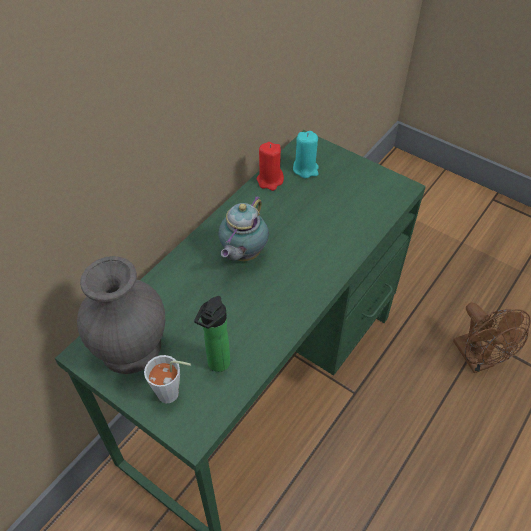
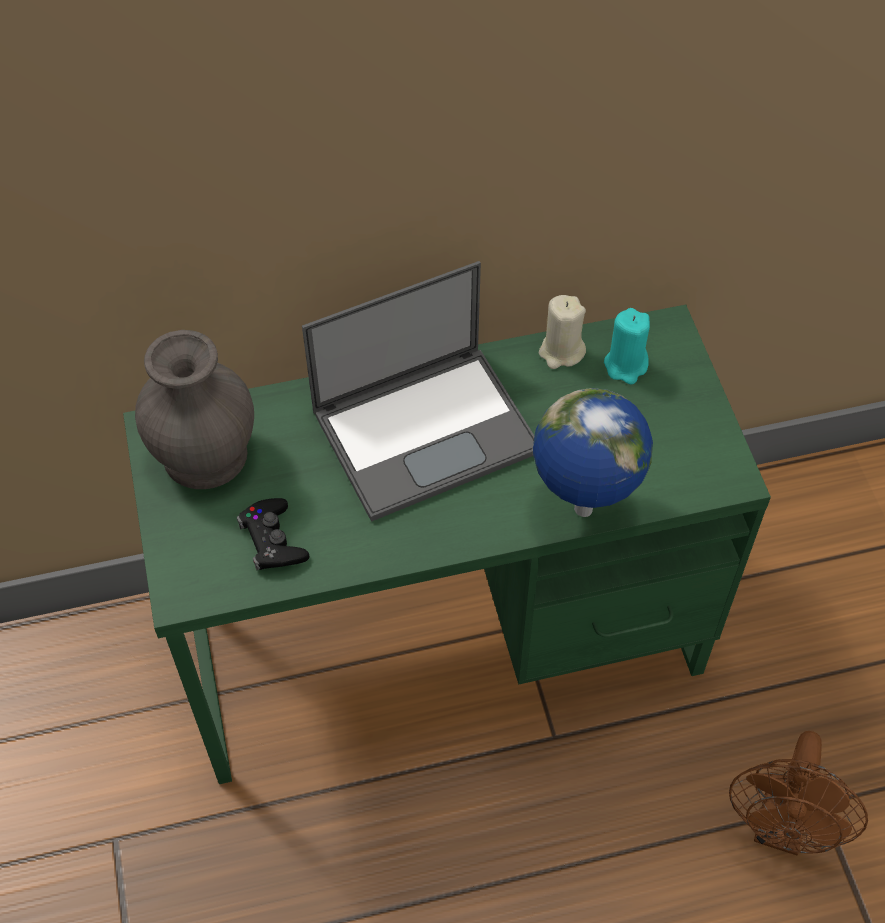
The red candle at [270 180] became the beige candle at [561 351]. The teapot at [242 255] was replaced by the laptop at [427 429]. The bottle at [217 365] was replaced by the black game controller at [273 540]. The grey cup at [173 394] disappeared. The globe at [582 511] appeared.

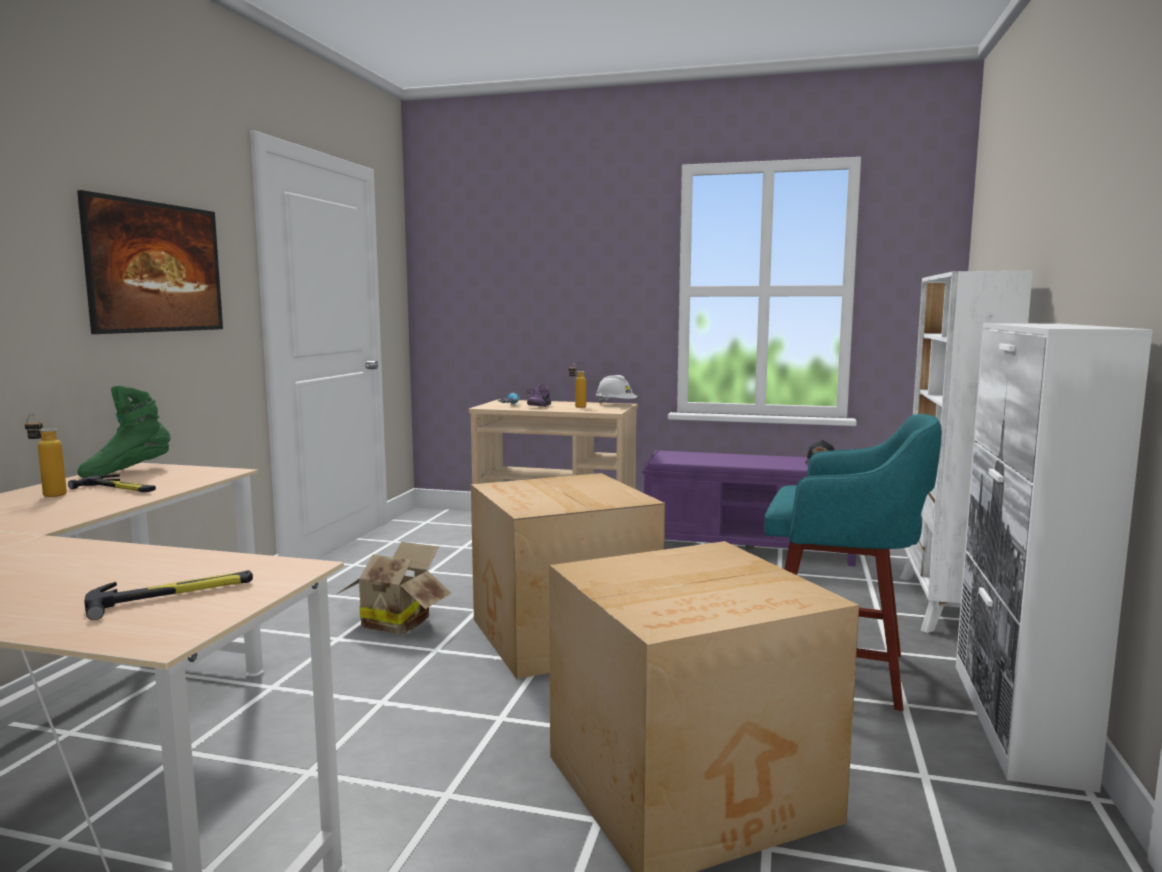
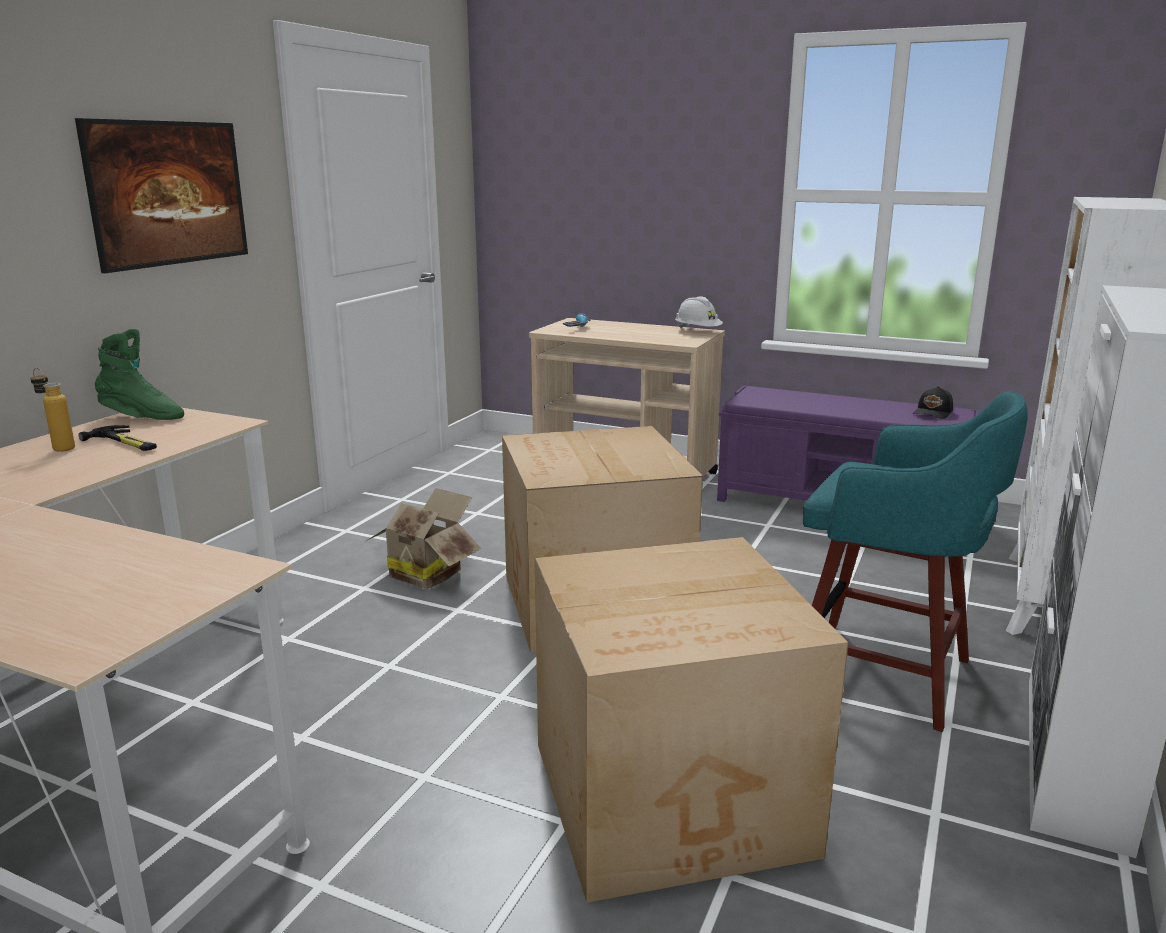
The bottle at [576 407] disappeared. The purple shoe at [537 406] disappeared. The green boot at [126 471] turned 135 degrees counterclockwise. The hammer at [173 595] disappeared.

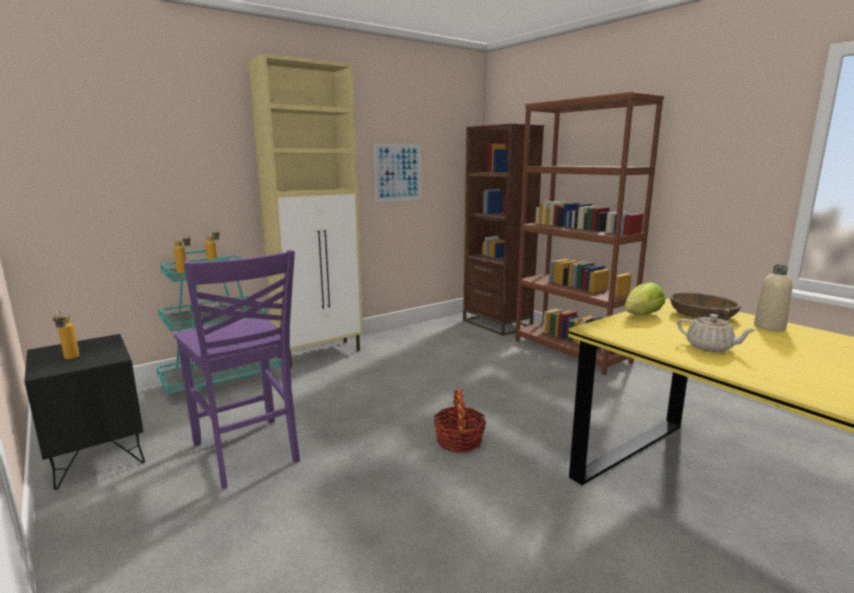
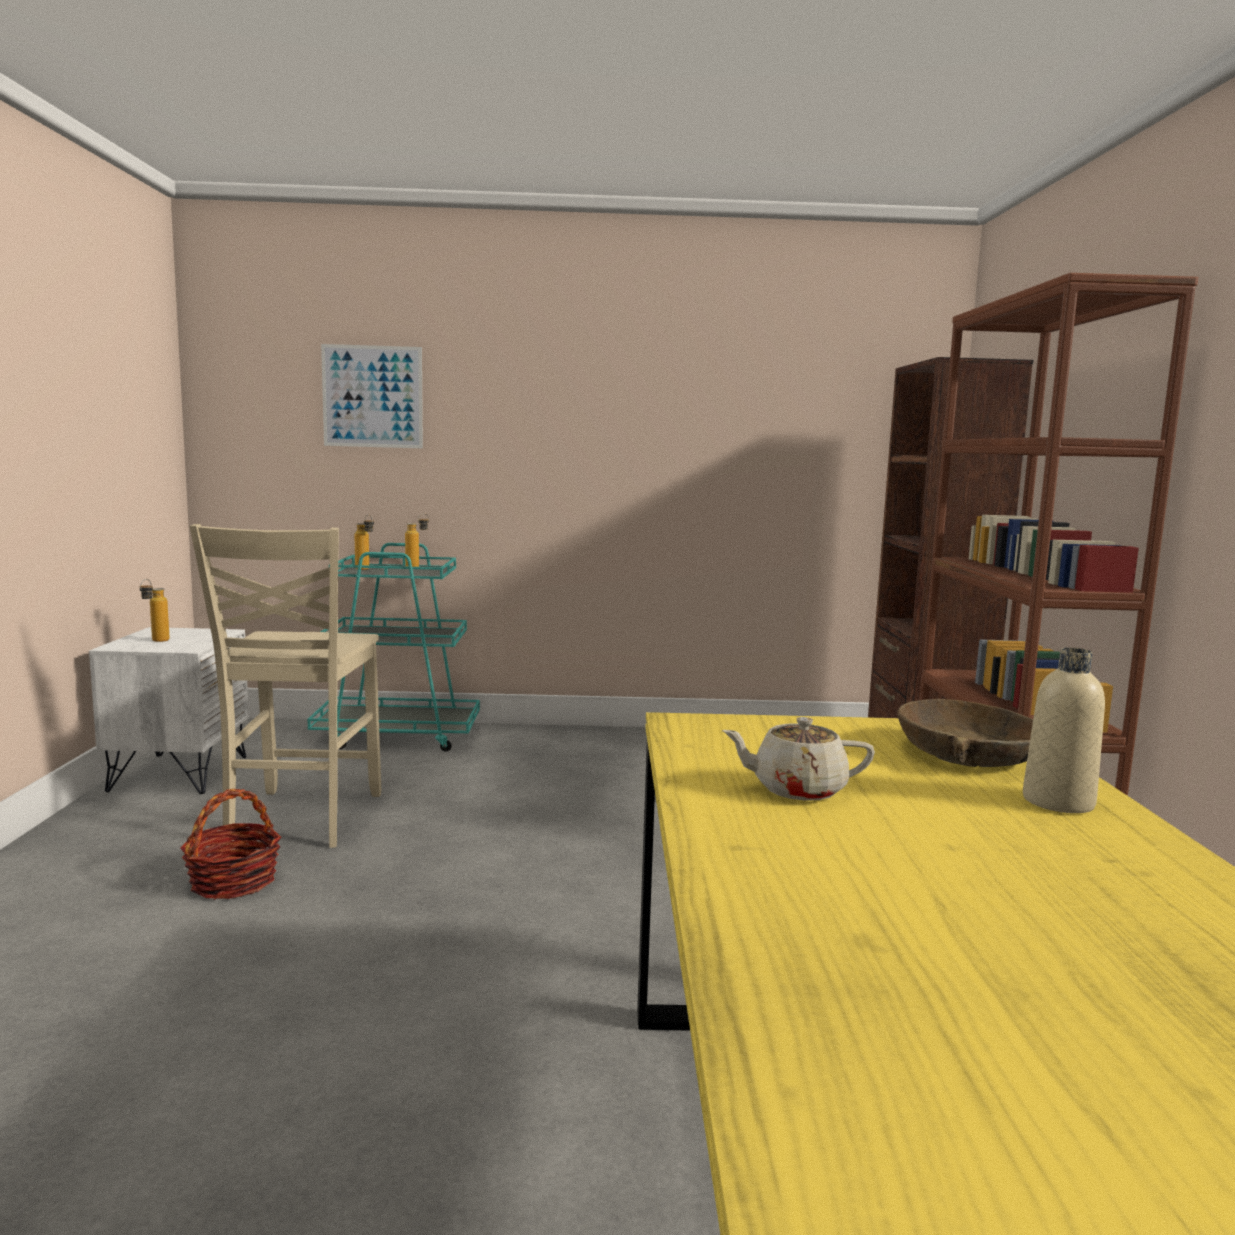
The beige cabinet at [320 353] disappeared. The picture moved from [398 172] to [372 396]. The purple chair at [247 453] became the beige chair at [301 819]. The lettuce at [642 315] disappeared. The beige teapot at [710 347] turned 105 degrees clockwise. The black nightstand at [96 455] became the white nightstand at [178 774]. The basket moved from [459 441] to [233 882].

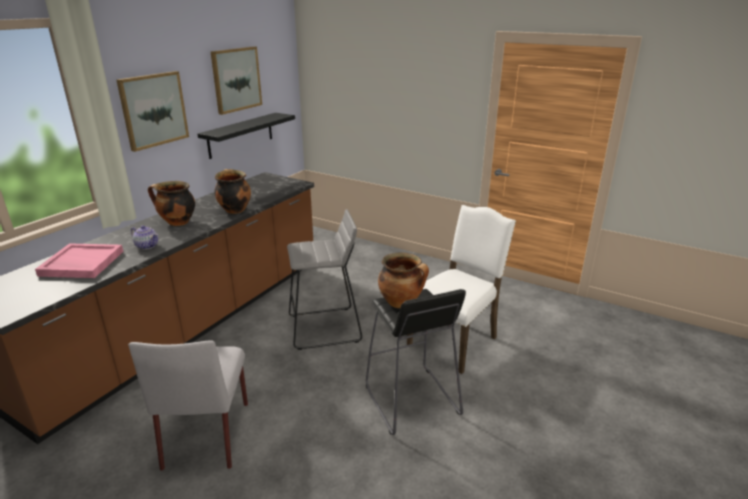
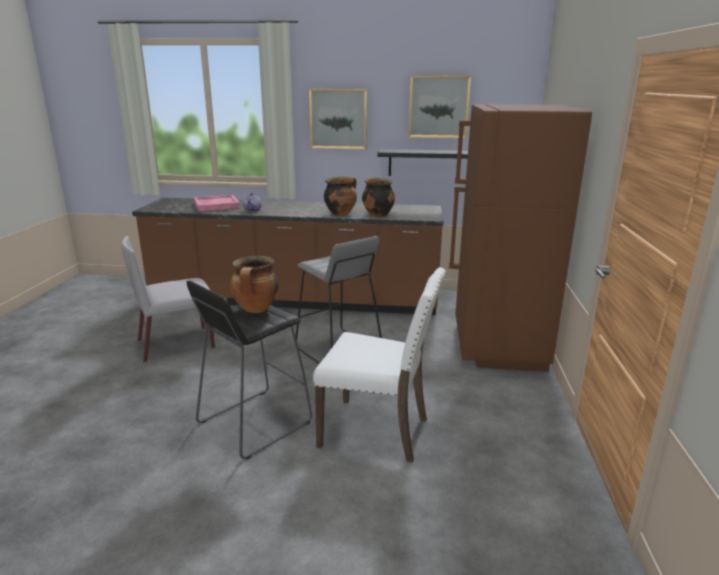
The cooking pot moved from [177 223] to [377 215]. The brown fridge at [497 346] appeared.

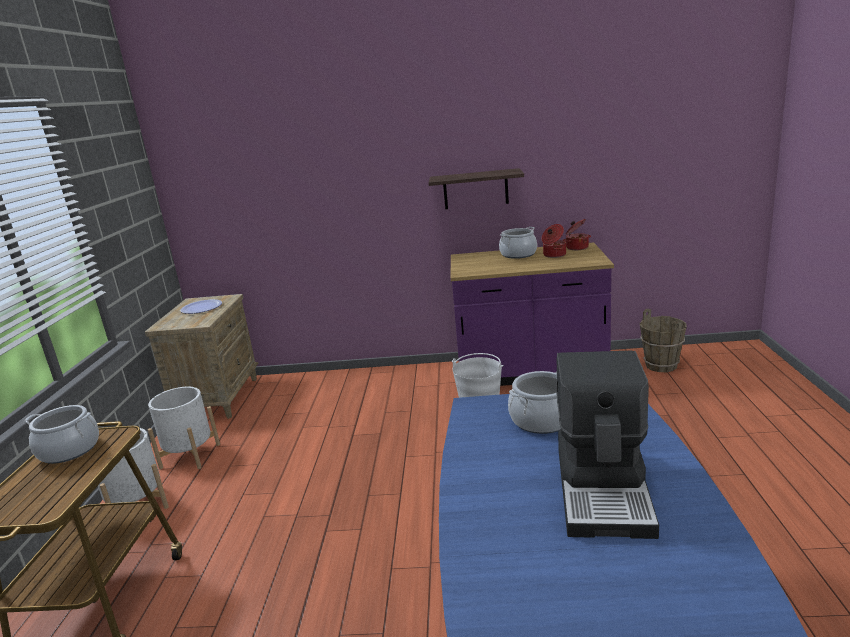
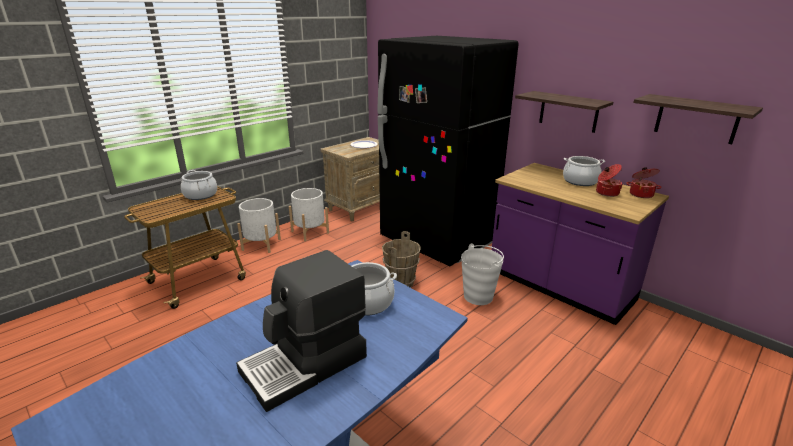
The brown bucket moved from [661 365] to [401 282]. The black fridge at [437 241] appeared. The shelf at [696 119] appeared.

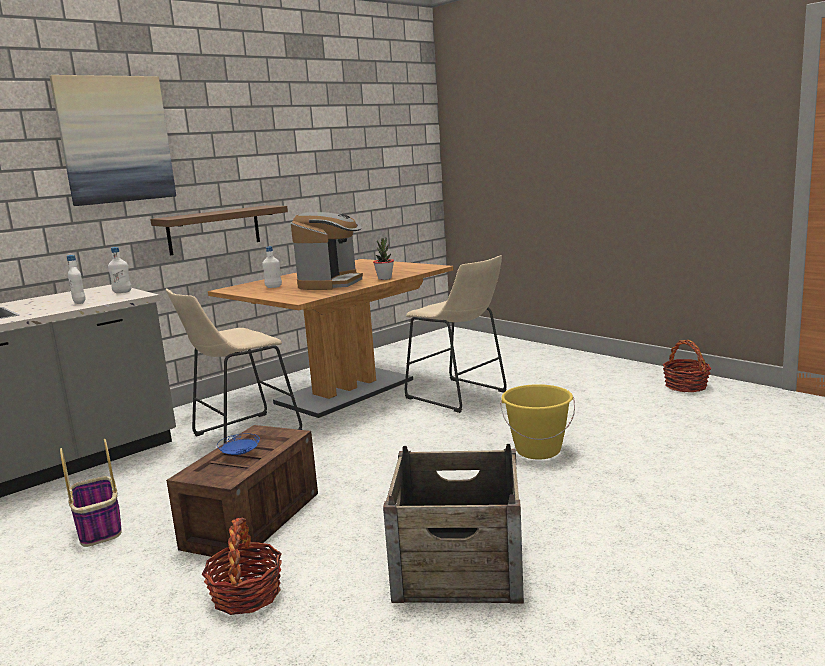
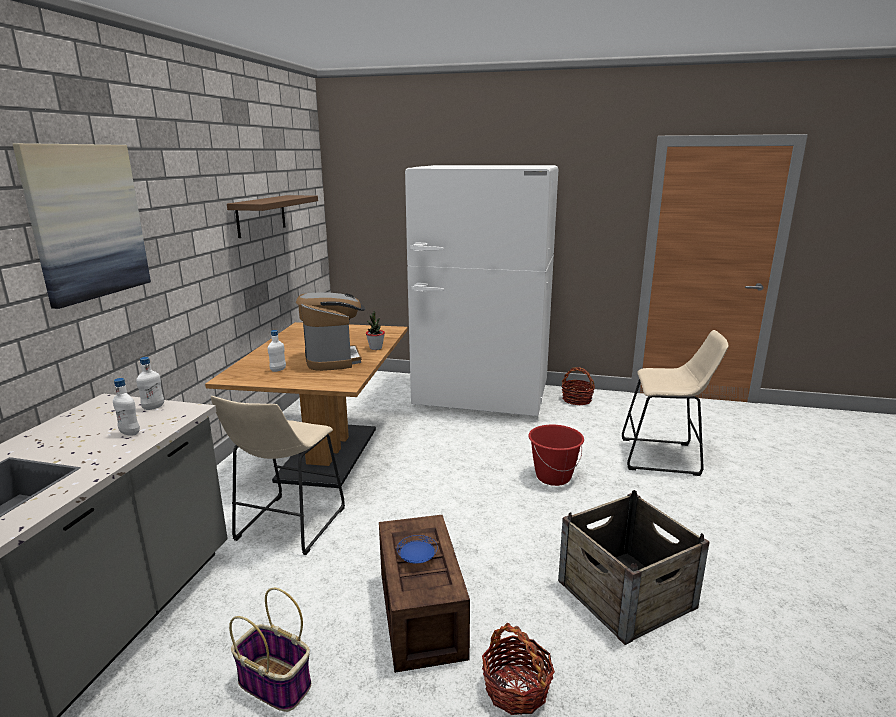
The brown shelf moved from [214 230] to [261 215]. The beige stool moved from [459 396] to [665 457]. The yellow bucket at [538 450] became the red bucket at [553 477]. The white fridge at [481 397] appeared.

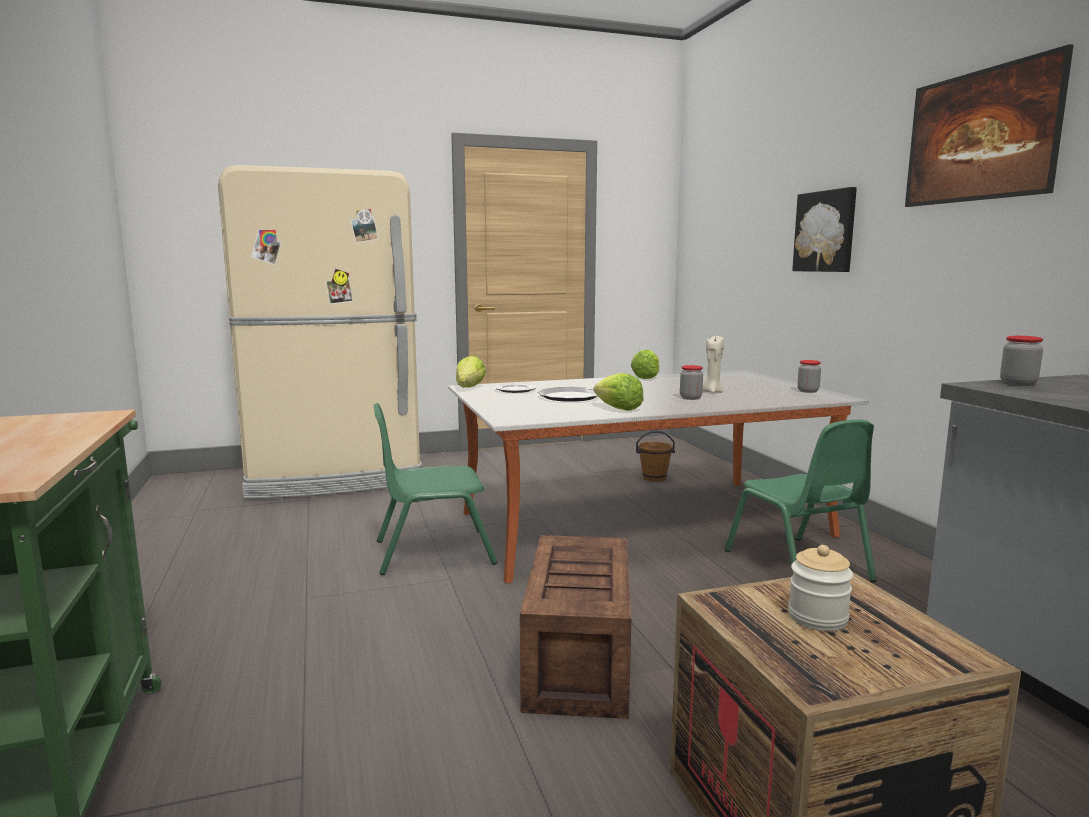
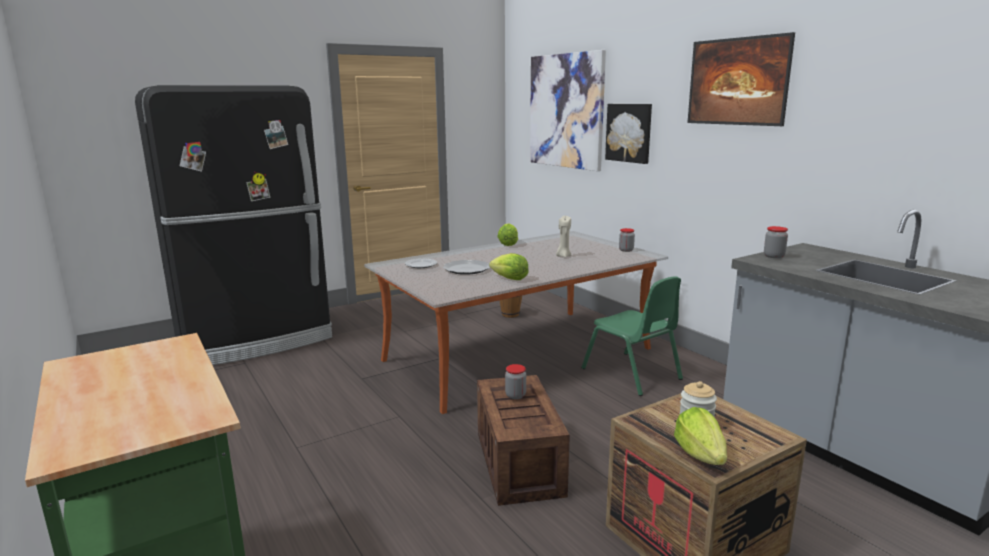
The beige fridge at [335 477] became the black fridge at [255 339]. The lettuce moved from [469 388] to [700 455]. The jar moved from [690 398] to [515 395]. The green chair at [433 552] disappeared. The picture at [566 111] appeared.

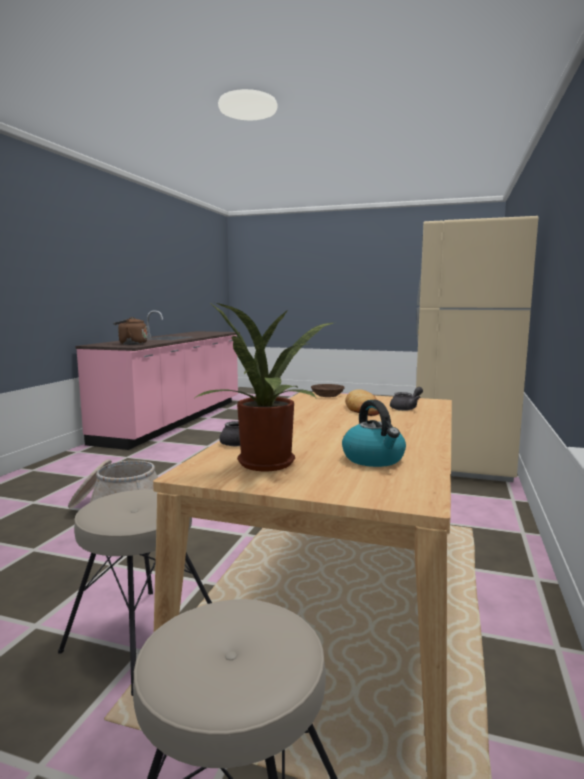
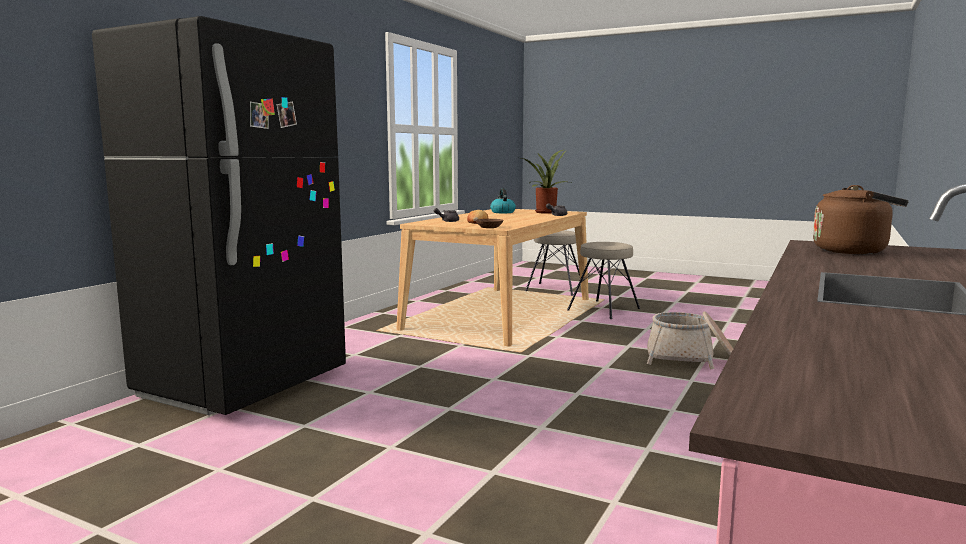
The beige fridge at [461 461] became the black fridge at [244 384].

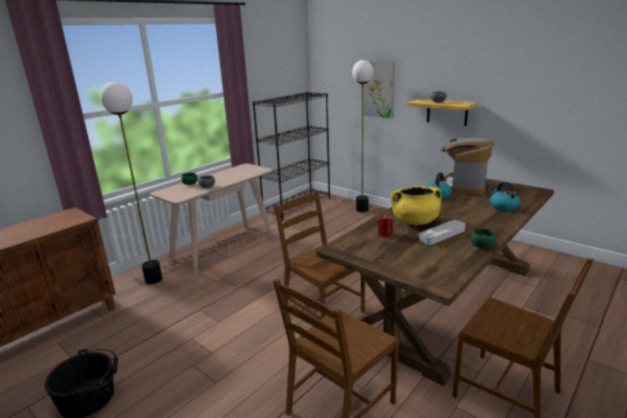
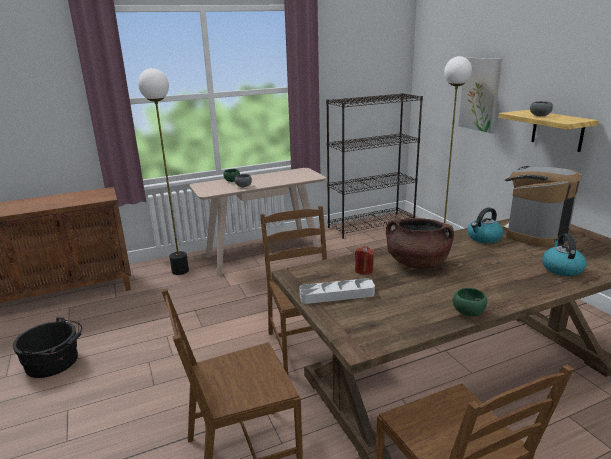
The yellow cooking pot at [415 221] became the brown cooking pot at [417 263]. The grey tray moved from [442 235] to [337 295].

